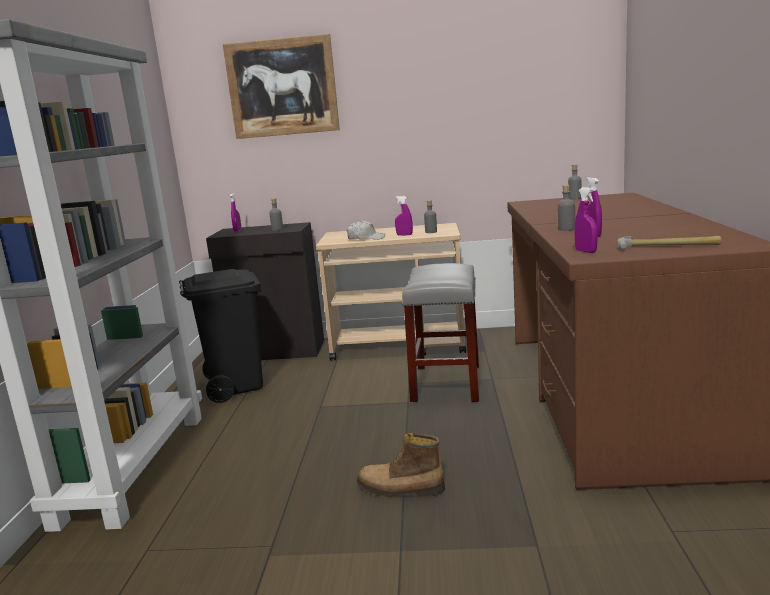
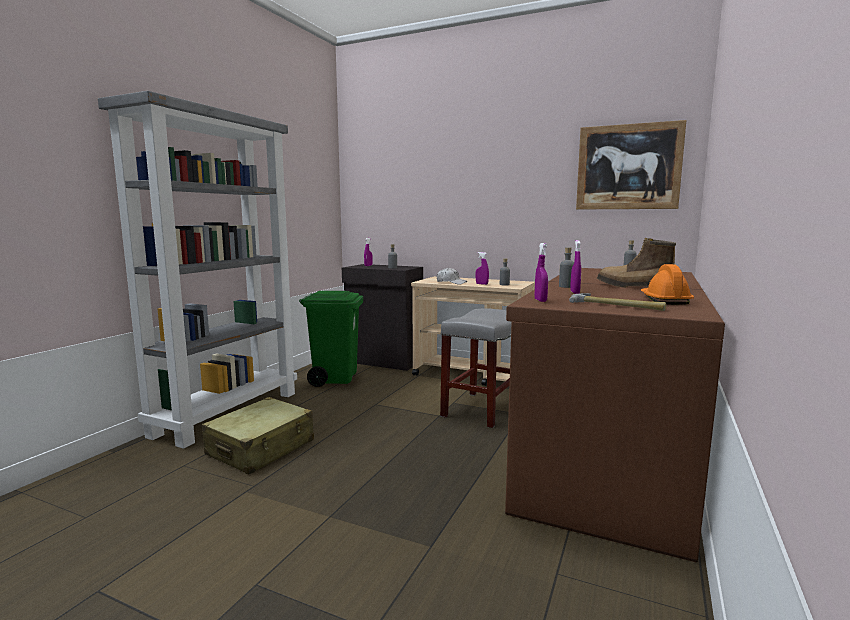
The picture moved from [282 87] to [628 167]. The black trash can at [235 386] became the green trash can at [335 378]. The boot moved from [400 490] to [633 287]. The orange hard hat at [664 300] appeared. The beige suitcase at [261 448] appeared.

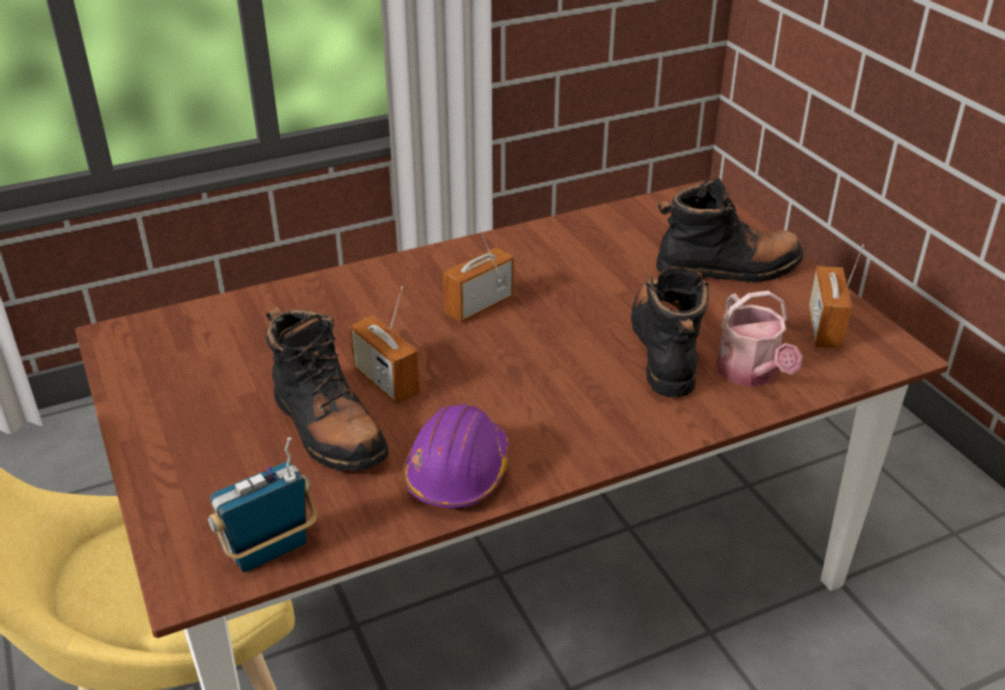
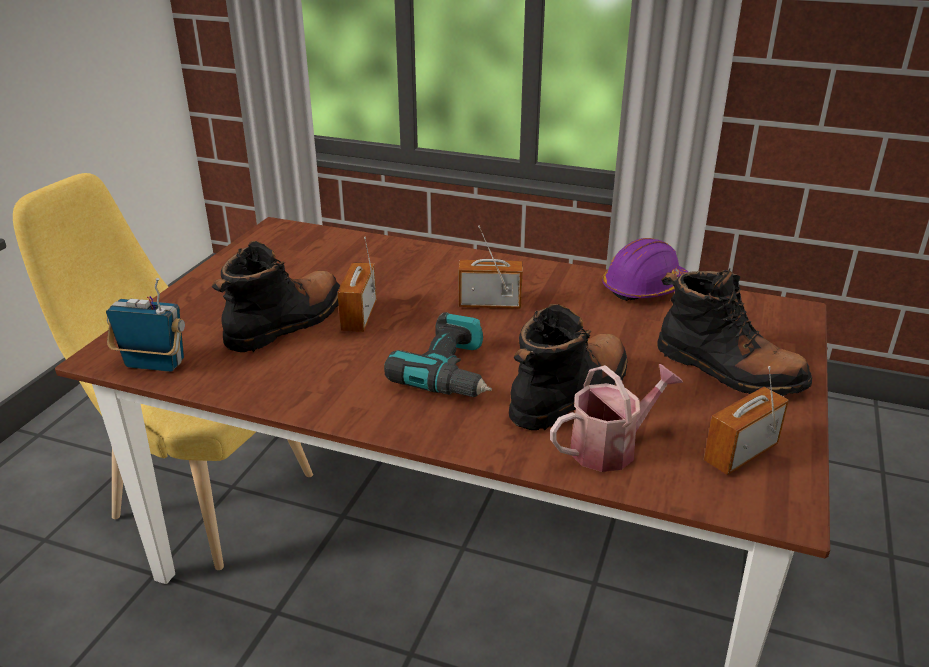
The watering can at [751 374] turned 150 degrees counterclockwise. The black boot at [327 428] turned 150 degrees counterclockwise. The purple hard hat moved from [458 473] to [644 288]. The power drill at [451 372] appeared.

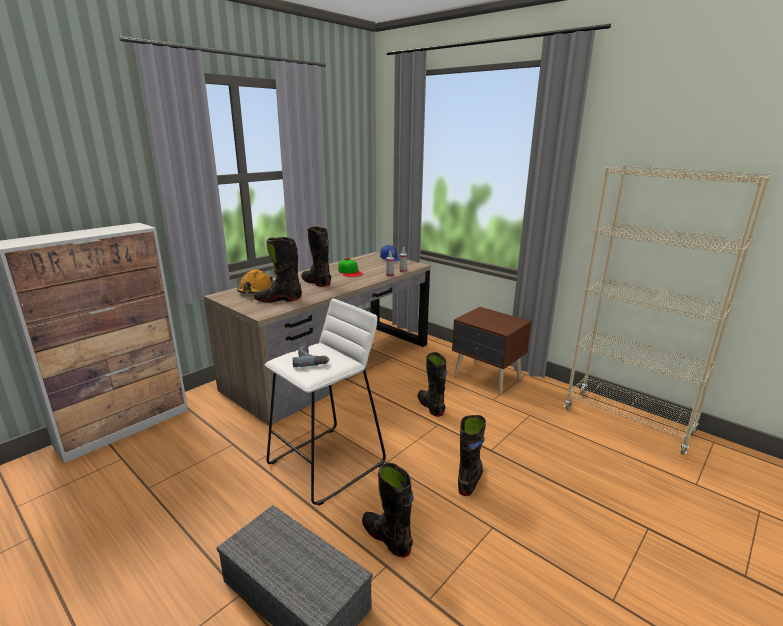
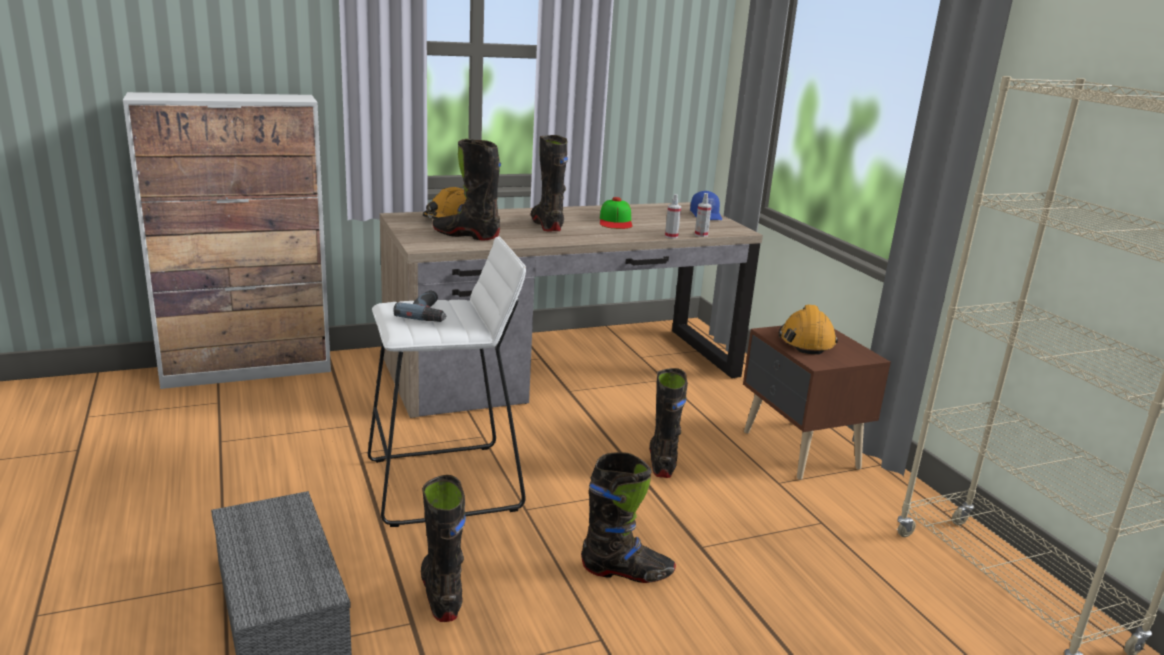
The black boot at [470 480] turned 45 degrees clockwise. The orange hard hat at [806 341] appeared.

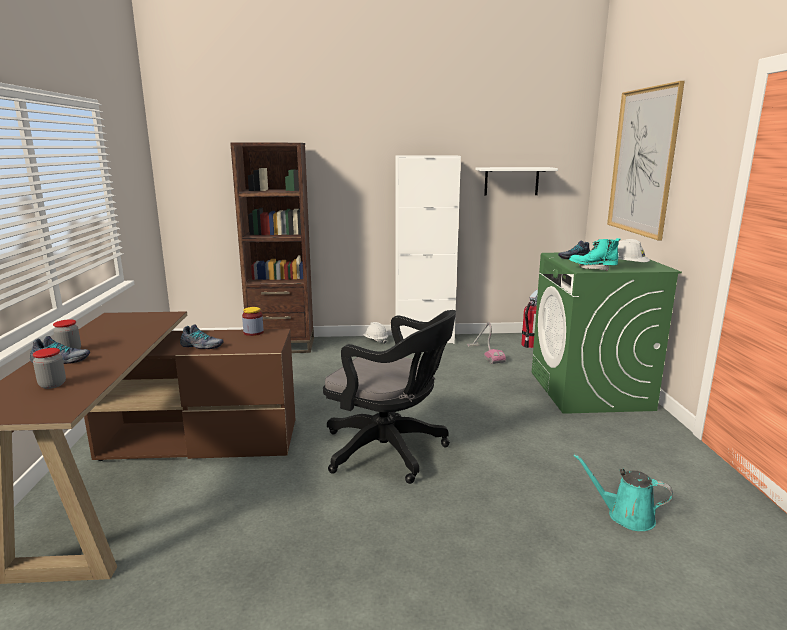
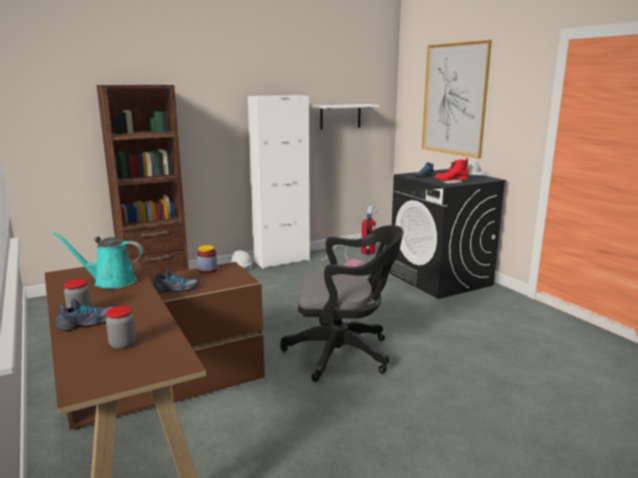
The turquoise boot at [592 268] became the red boot at [451 183]. The green washing machine at [590 391] became the black washing machine at [440 279]. The turquoise watering can moved from [626 516] to [111 282].

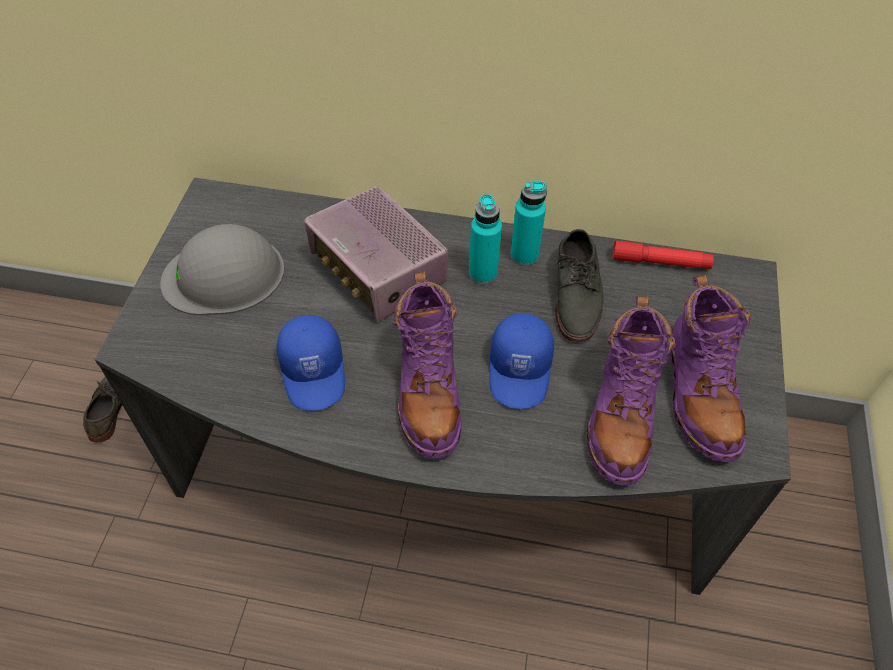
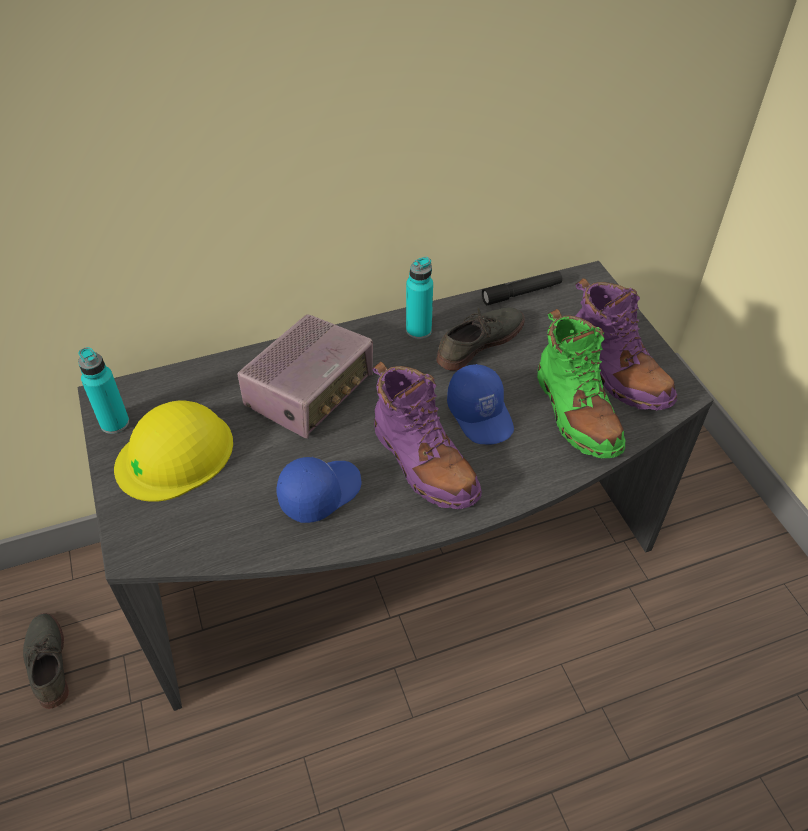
The radio at [378 271] turned 75 degrees counterclockwise. The turquoise bottle moved from [483 273] to [115 423]. The grey hard hat at [224 275] became the yellow hard hat at [175 454]. The grey shoe at [577 294] turned 105 degrees counterclockwise. The red flashlight at [660 262] became the black flashlight at [521 293]. The purple boot at [621 416] became the green boot at [576 412]. The blue cap at [314 372] turned 90 degrees counterclockwise.

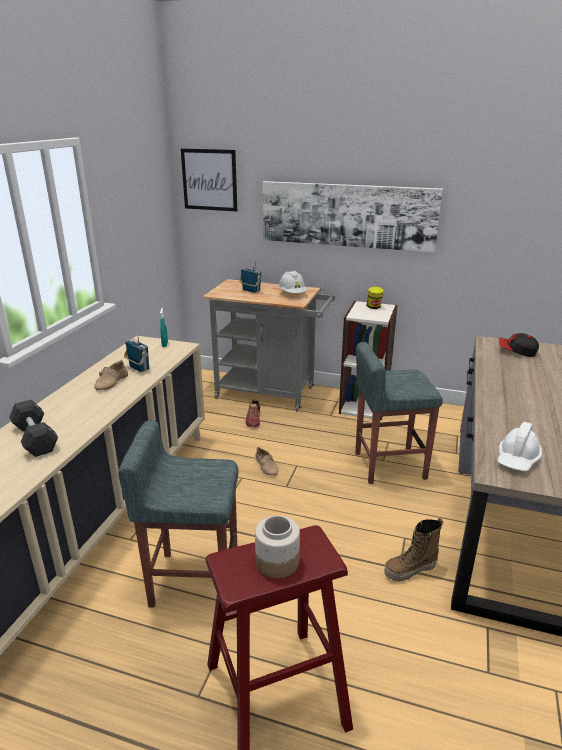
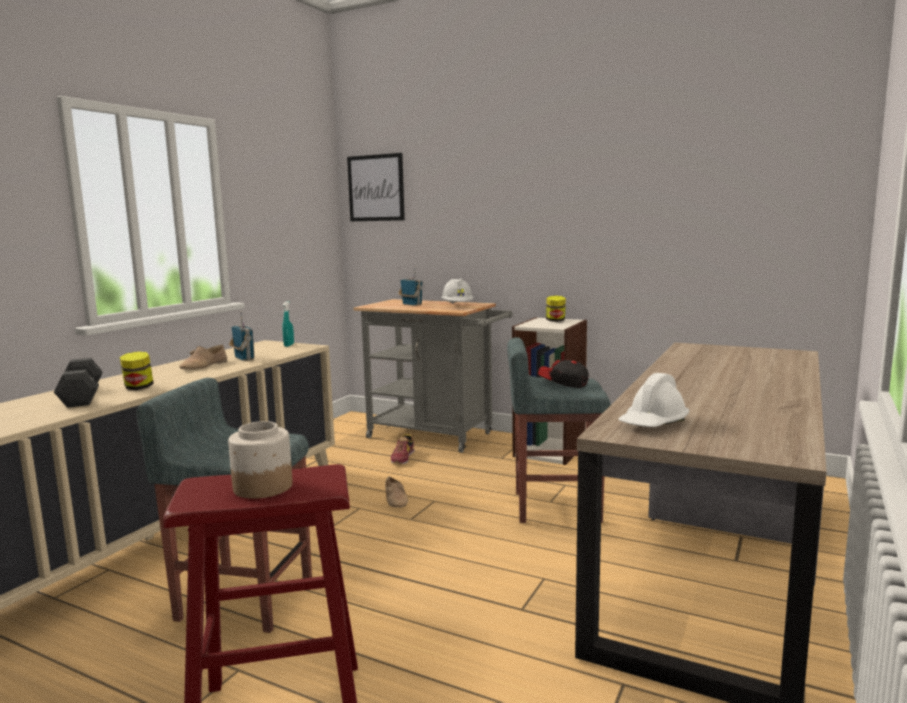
The picture at [347 215] disappeared. The cap moved from [516 352] to [563 384]. The boot at [410 570] disappeared. The jar at [138 388] appeared.

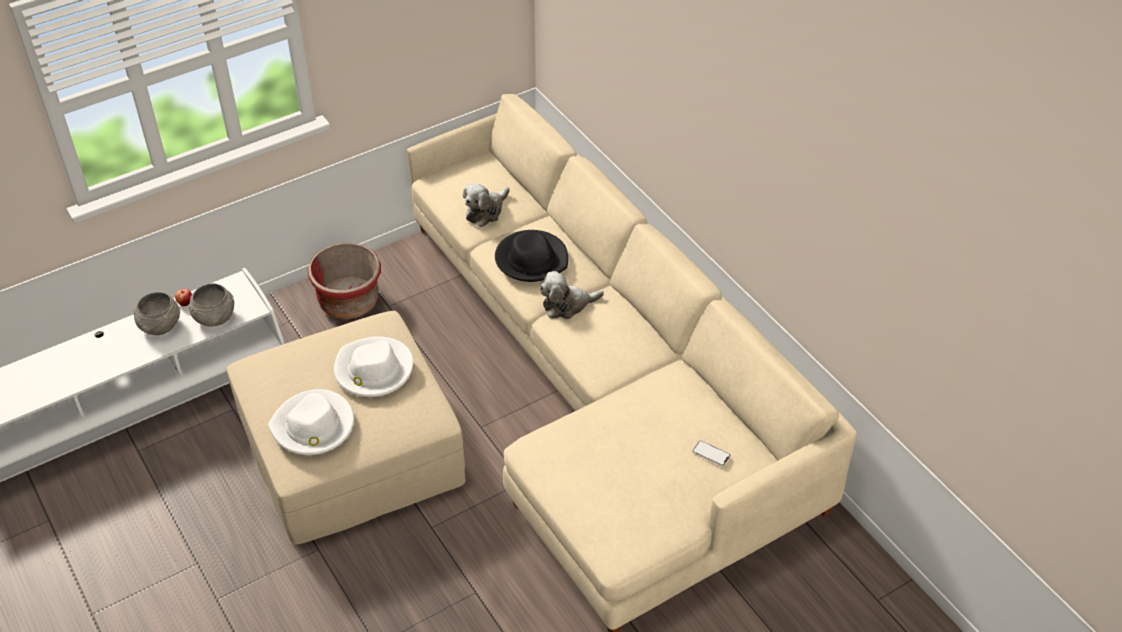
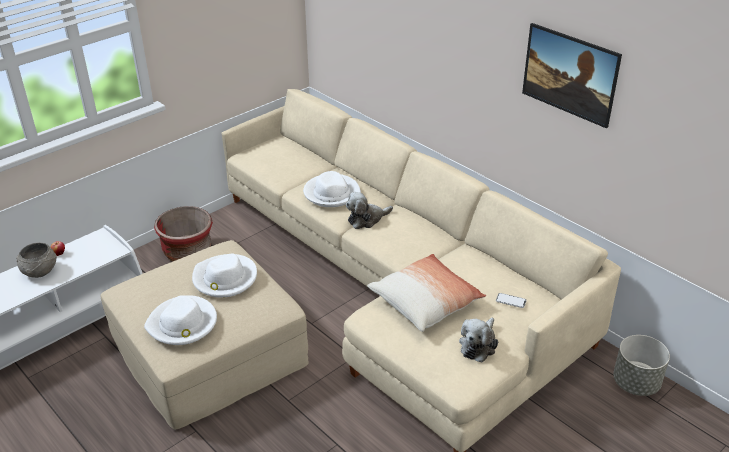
The plush toy moved from [486 211] to [478 345]. The black hat at [531 259] became the white hat at [331 193]. The grey bowl at [215 318] disappeared. The picture at [567 92] appeared. The pillow at [425 303] appeared. The grey planter at [636 383] appeared.

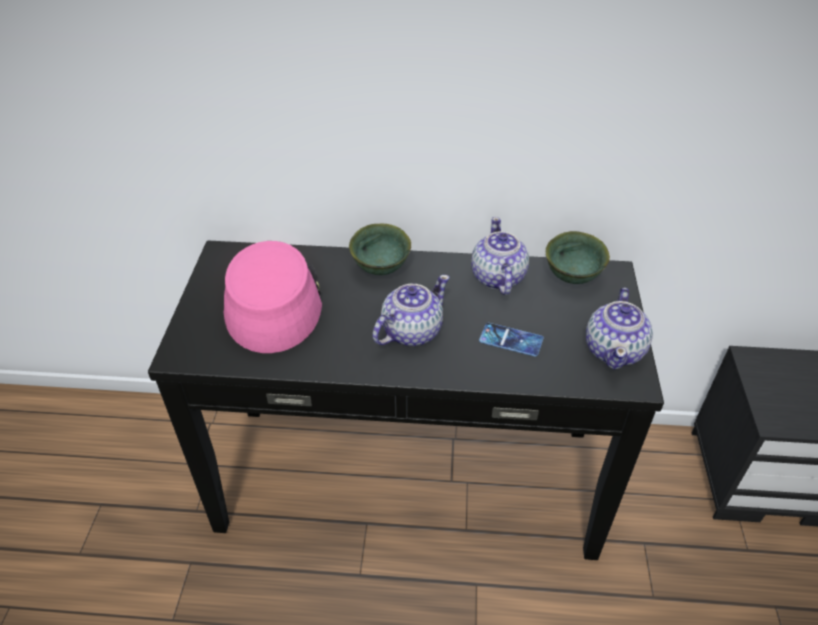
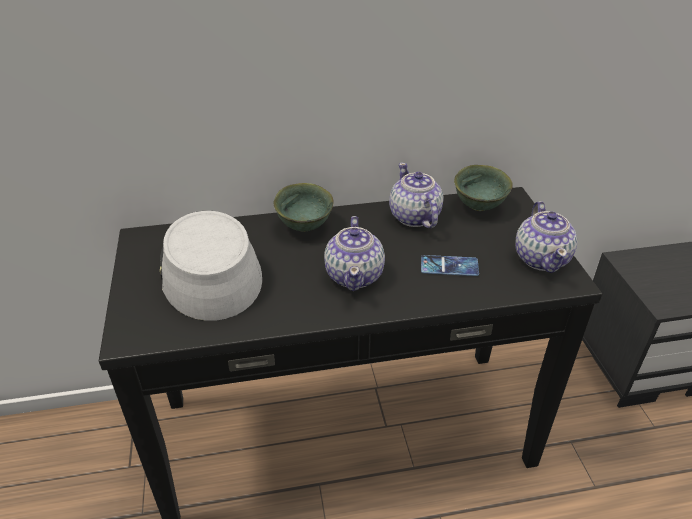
The pink hat at [272 300] became the grey hat at [209 271]. The teapot at [410 331] turned 150 degrees clockwise.

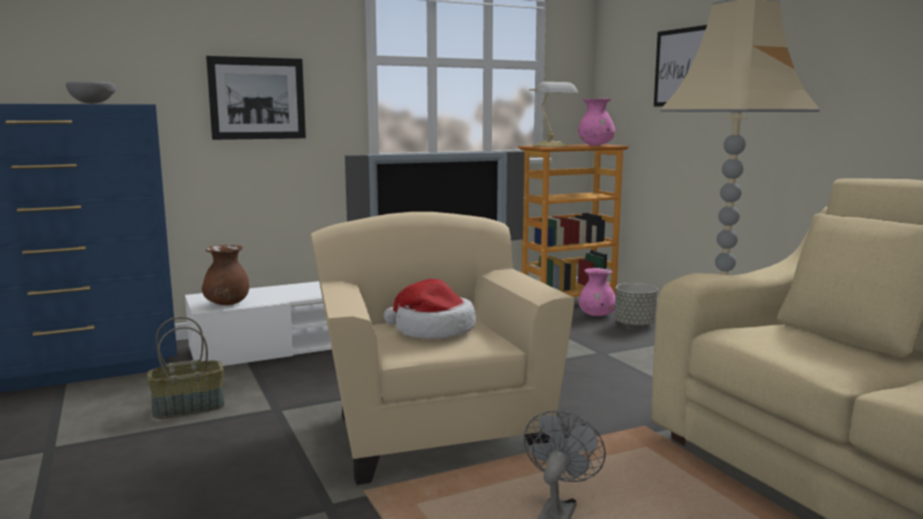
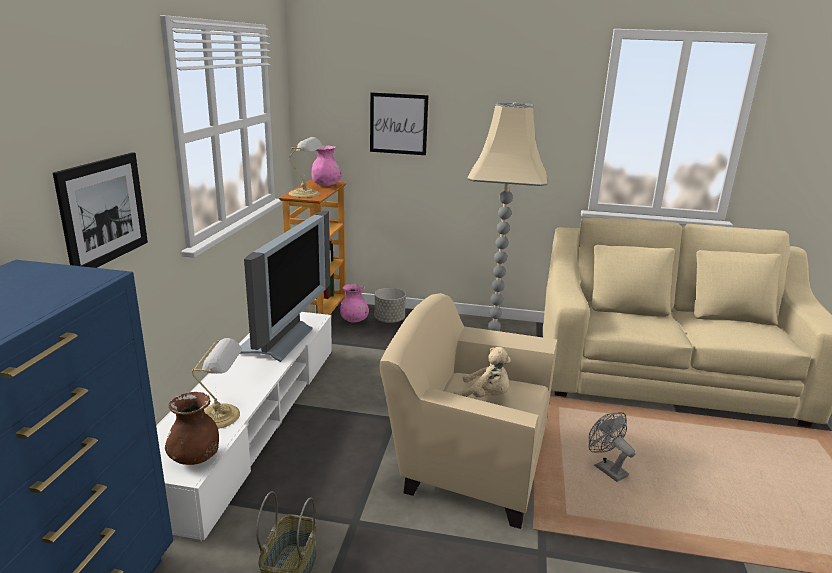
The grey bowl at [94 103] disappeared. The hat at [432 330] was replaced by the beige plush toy at [485 397]. The table lamp at [220 416] appeared.

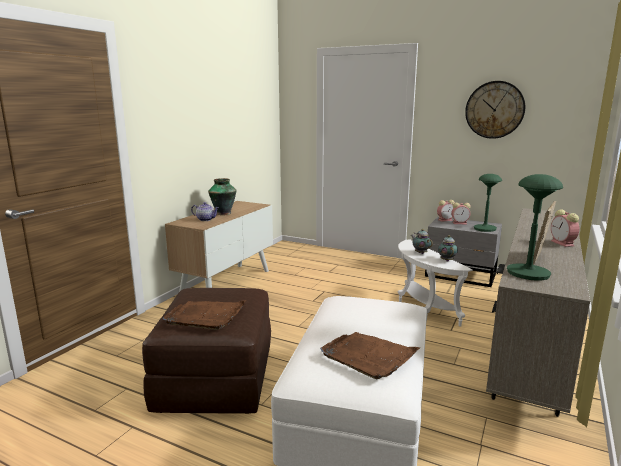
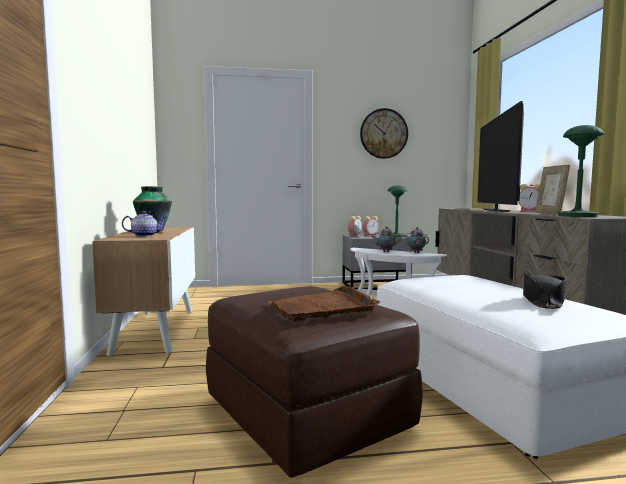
The brown tray at [369 356] was replaced by the black hat at [542 301]. The television at [495 210] appeared.

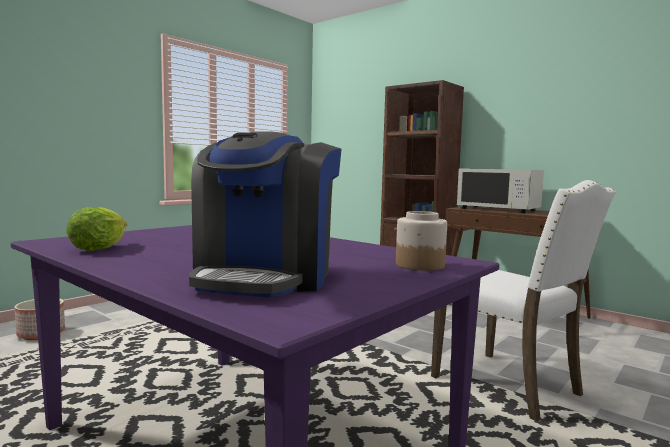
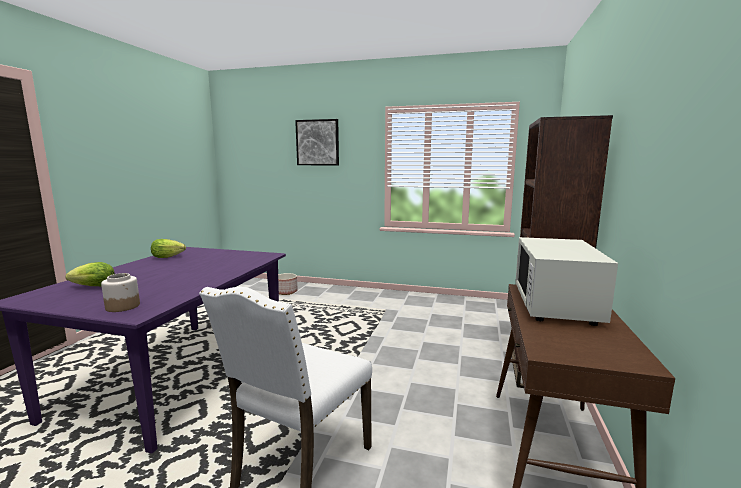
The coffee machine at [266 277] was replaced by the lettuce at [94 286]. The picture at [317 142] appeared.

